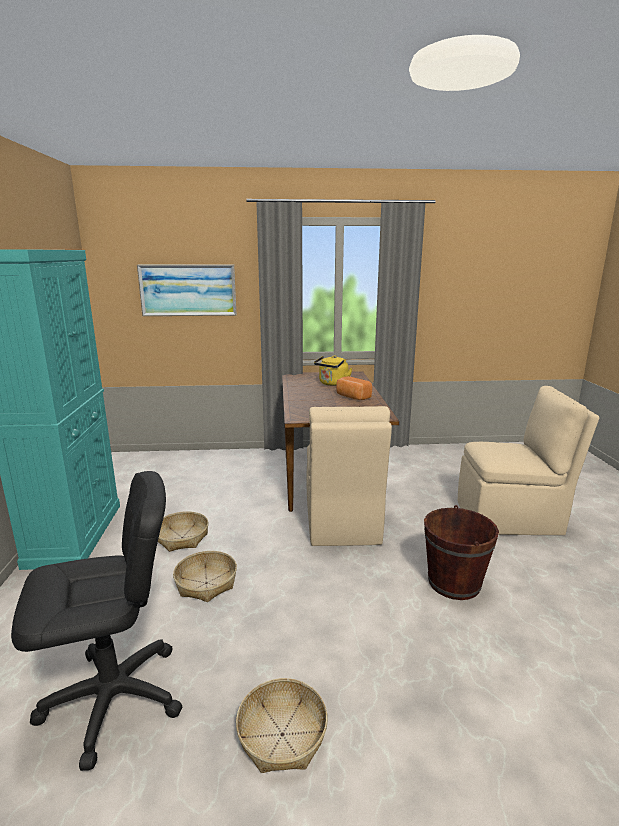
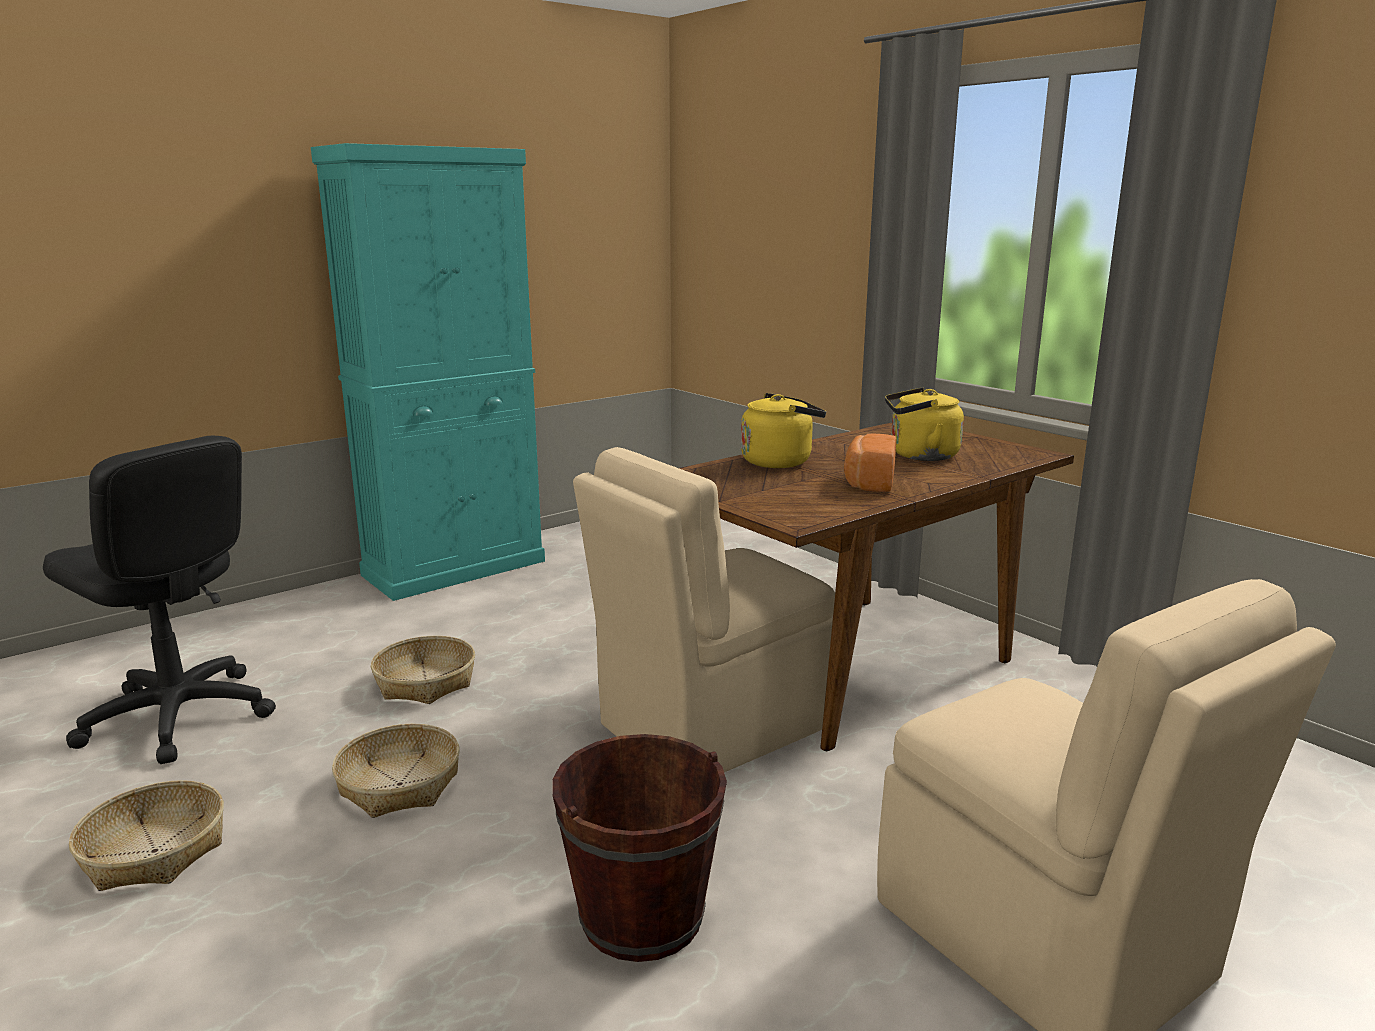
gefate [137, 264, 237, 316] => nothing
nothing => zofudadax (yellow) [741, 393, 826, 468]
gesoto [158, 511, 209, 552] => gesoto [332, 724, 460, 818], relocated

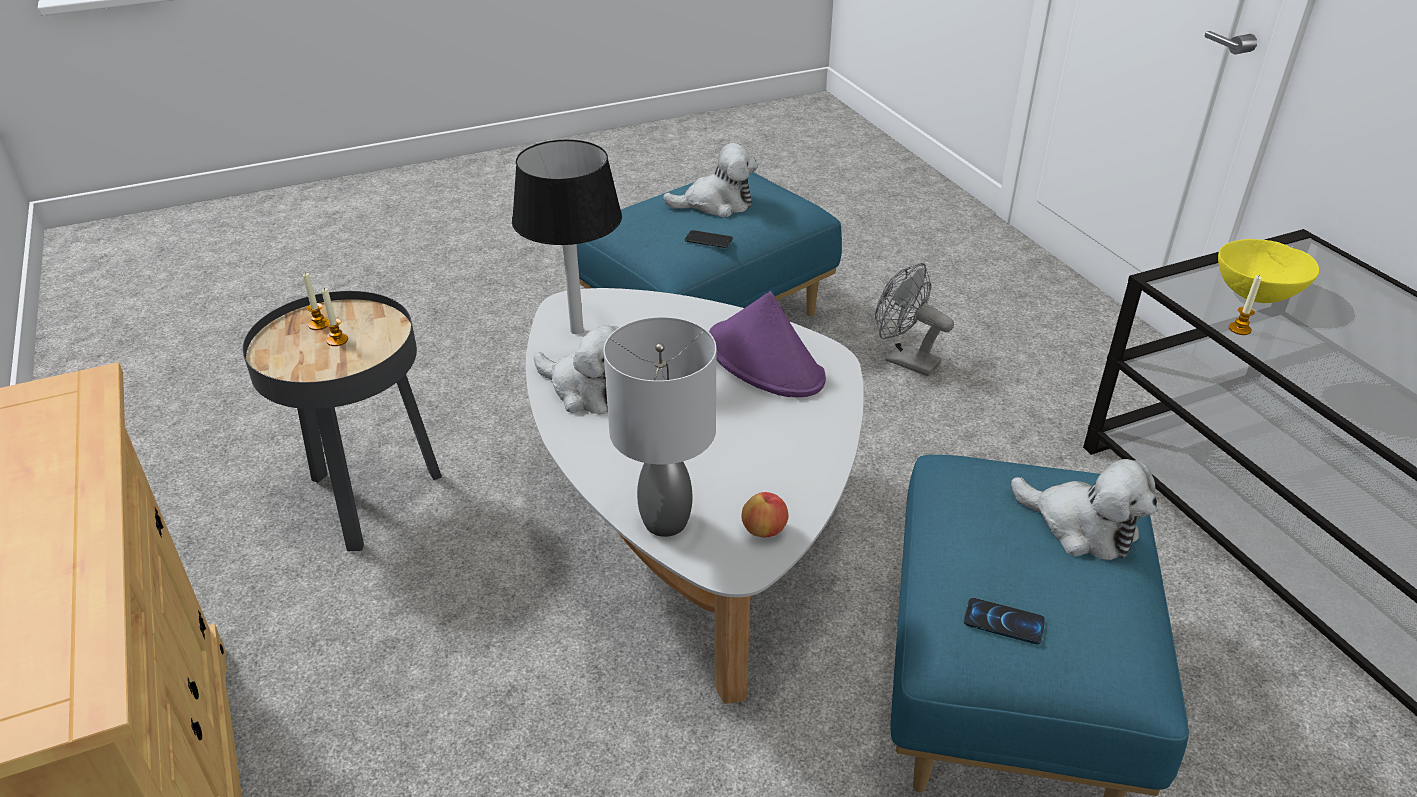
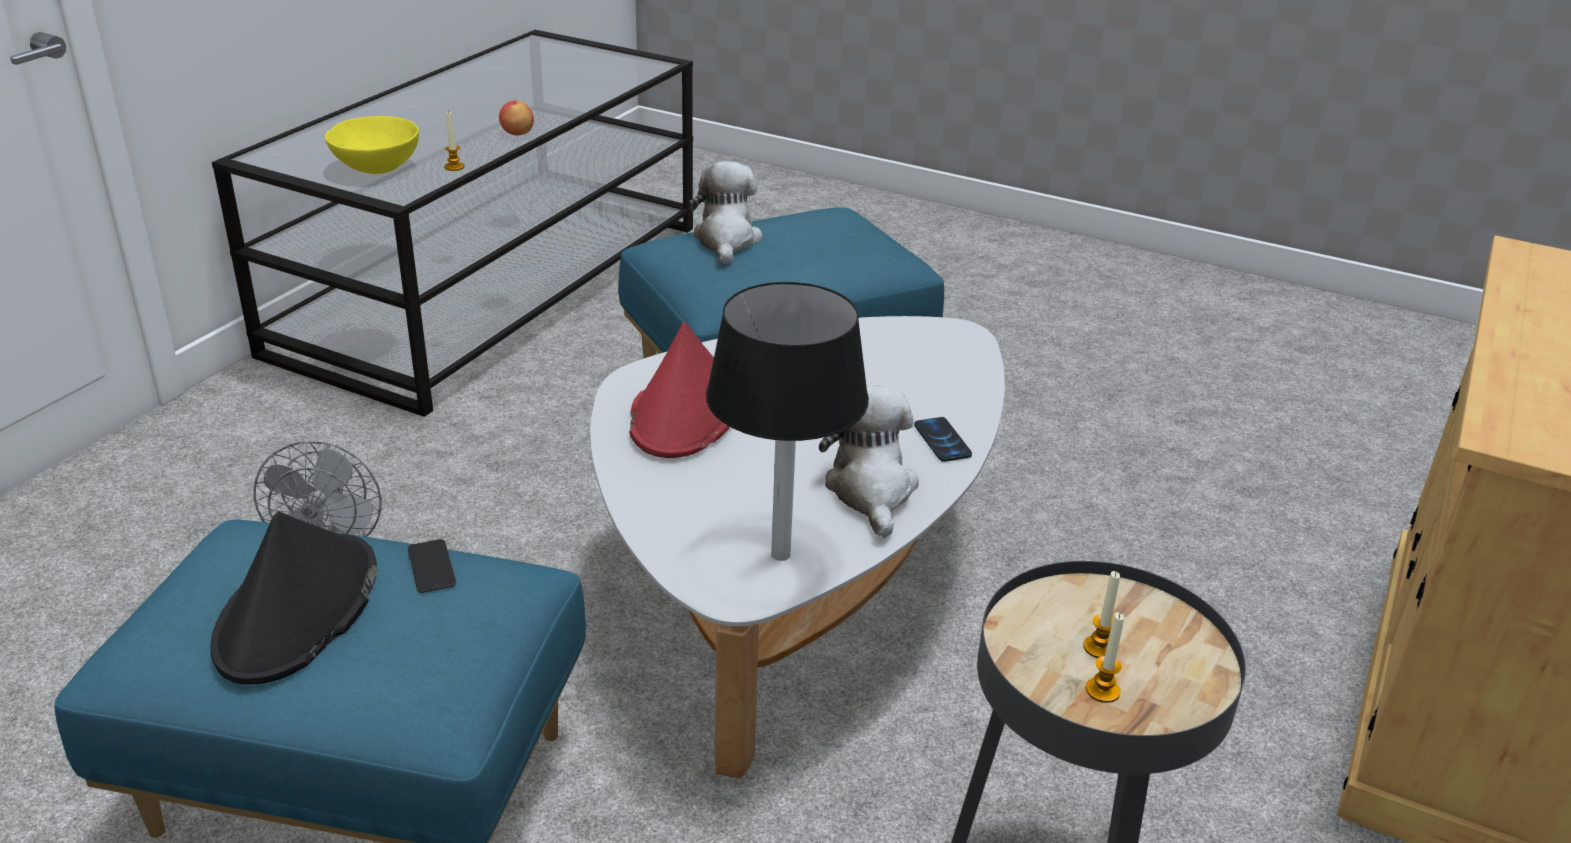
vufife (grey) [604, 317, 716, 537] => nothing
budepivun [741, 492, 789, 537] => budepivun [499, 99, 534, 136], relocated
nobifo [964, 598, 1045, 645] => nobifo [914, 417, 972, 462], relocated
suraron [663, 143, 758, 218] => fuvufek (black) [210, 511, 377, 685]
fuvufek (purple) [709, 291, 826, 397] => fuvufek (red) [629, 322, 730, 458]

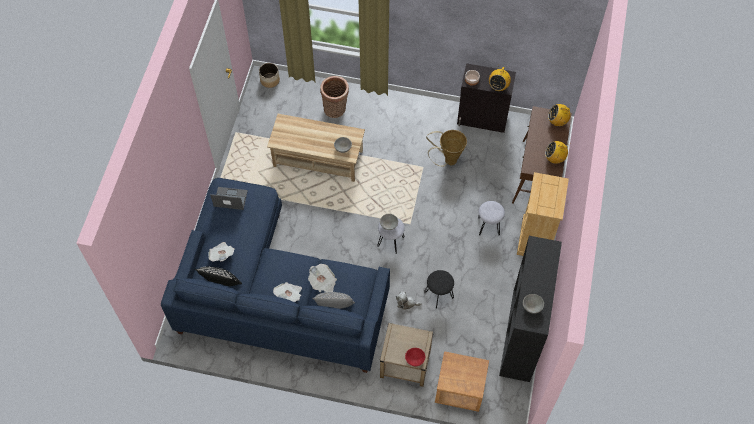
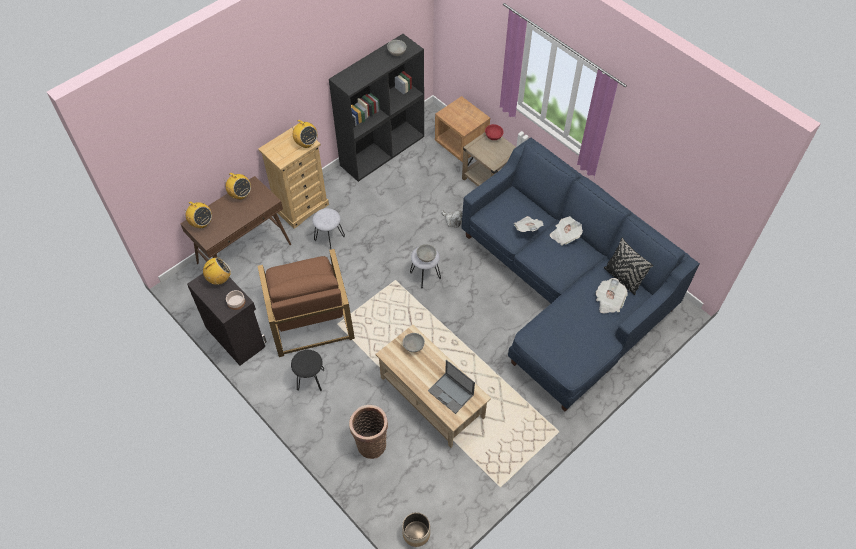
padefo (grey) [312, 292, 355, 309] => nothing
nothing => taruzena [290, 120, 318, 148]
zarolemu [210, 187, 248, 210] => zarolemu [428, 360, 475, 414], relocated
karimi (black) [424, 270, 454, 309] => karimi (black) [291, 350, 324, 392], relocated
gesoto [426, 130, 467, 167] => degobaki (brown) [258, 249, 355, 357]

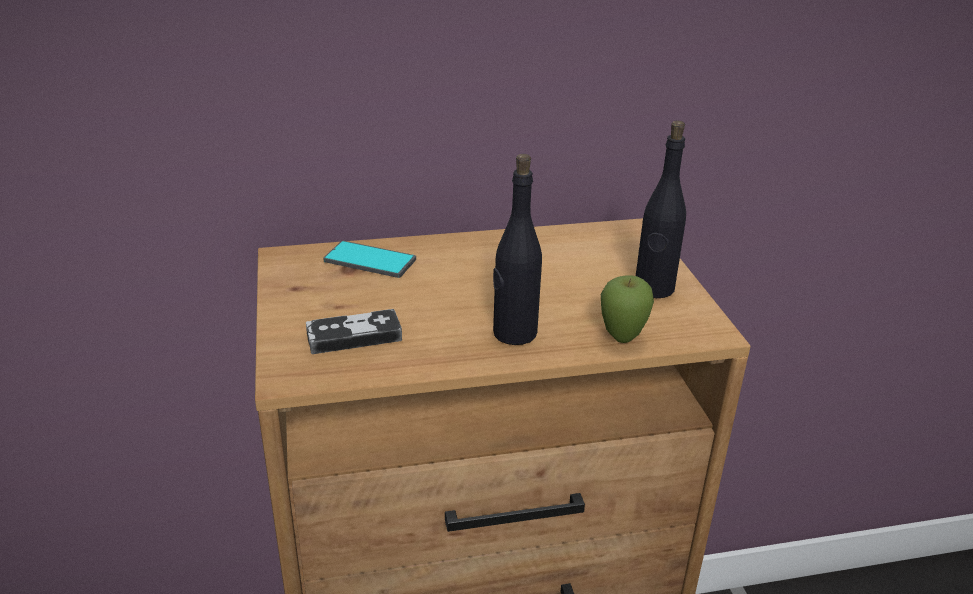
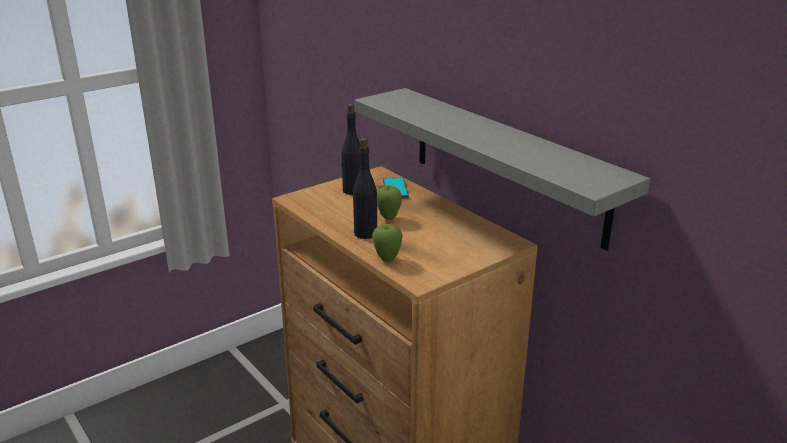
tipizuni [306, 309, 402, 354] => nothing
nothing => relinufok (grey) [355, 88, 650, 251]
nothing => budepivun [377, 186, 402, 220]
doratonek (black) [636, 121, 686, 298] => doratonek (black) [341, 104, 361, 195], relocated

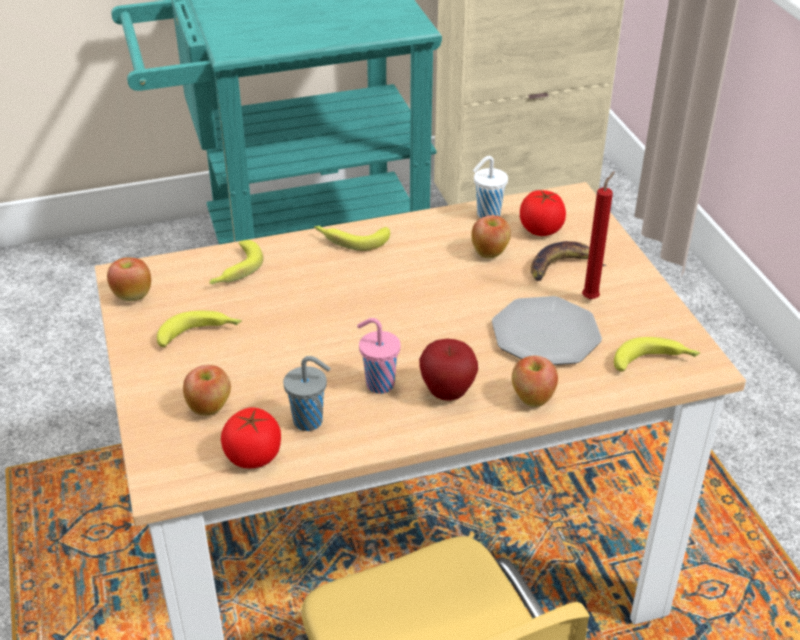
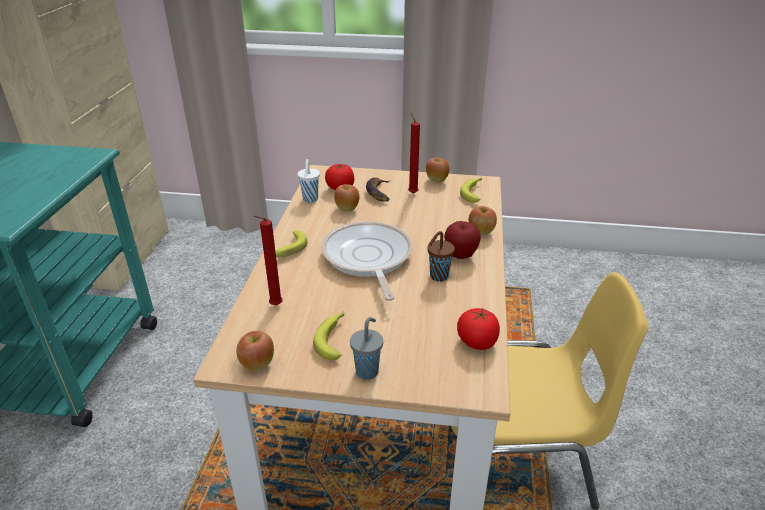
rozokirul [492, 296, 602, 365] => nothing
nothing => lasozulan [321, 221, 413, 301]
budepivun [183, 365, 231, 416] => budepivun [426, 158, 449, 183], relocated
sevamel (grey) [283, 356, 331, 431] => sevamel (grey) [350, 317, 383, 380], relocated
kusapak [209, 240, 263, 285] => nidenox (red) [253, 215, 283, 305]
sevamel (pink) [357, 318, 401, 394] => sevamel (brown) [428, 231, 455, 282]

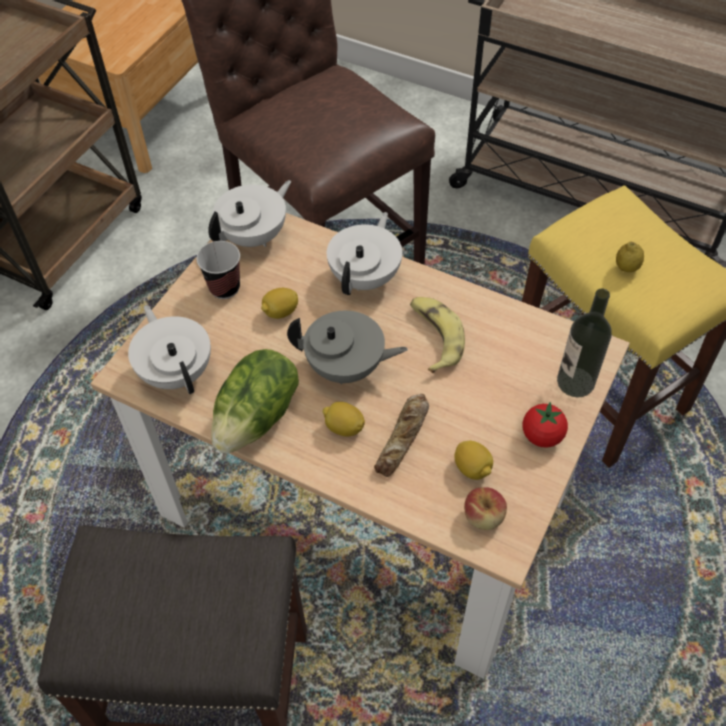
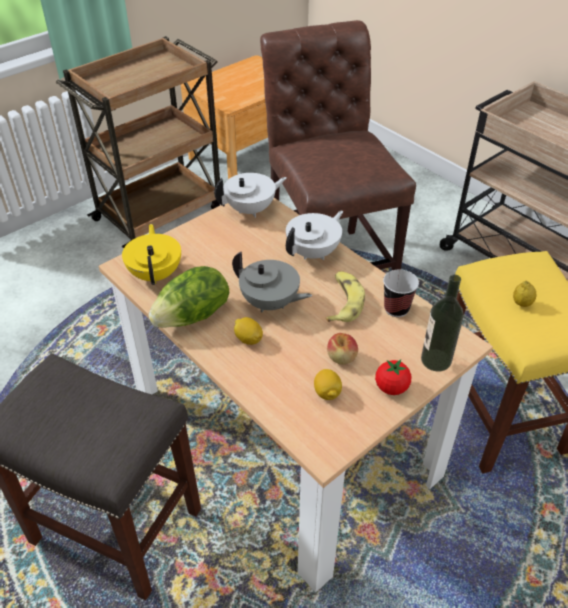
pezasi [261, 288, 298, 319] => nothing
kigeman [374, 394, 429, 477] => nothing
sevamel [196, 241, 240, 299] => sevamel [383, 269, 419, 317], relocated
budepivun [464, 487, 507, 530] => budepivun [327, 333, 358, 364], relocated
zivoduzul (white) [128, 305, 211, 394] => zivoduzul (yellow) [122, 224, 181, 285]

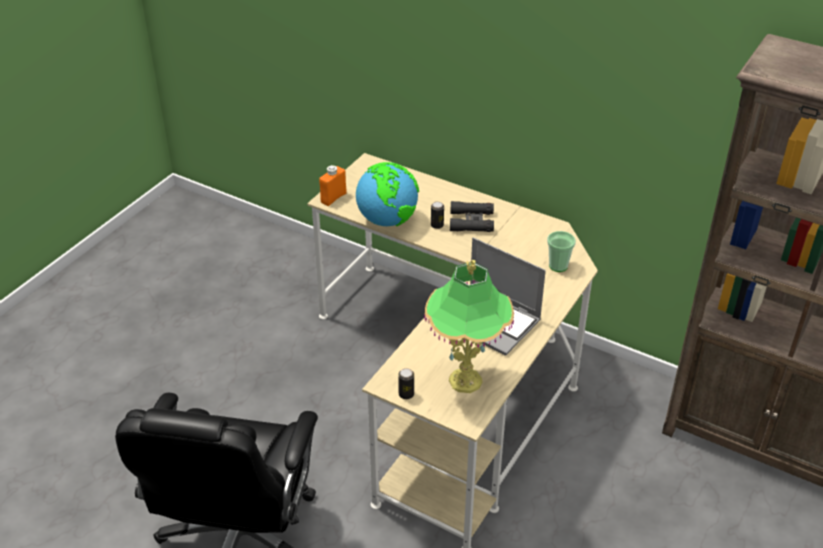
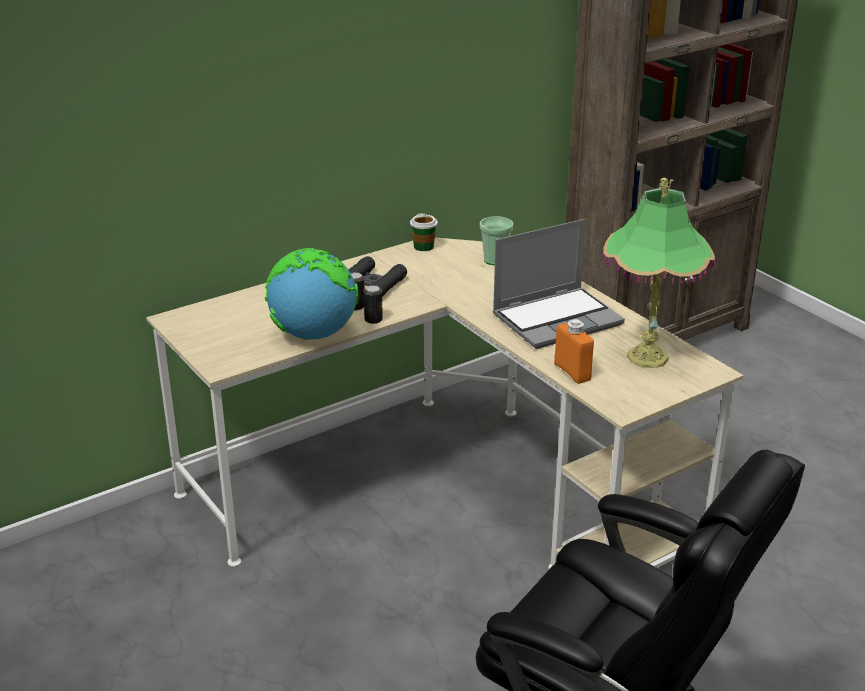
nothing => sevamel [410, 213, 438, 251]
doratonek (orange) [319, 165, 347, 206] => doratonek (orange) [554, 319, 594, 384], relocated
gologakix [398, 368, 414, 399] => gologakix [364, 285, 383, 324], relocated

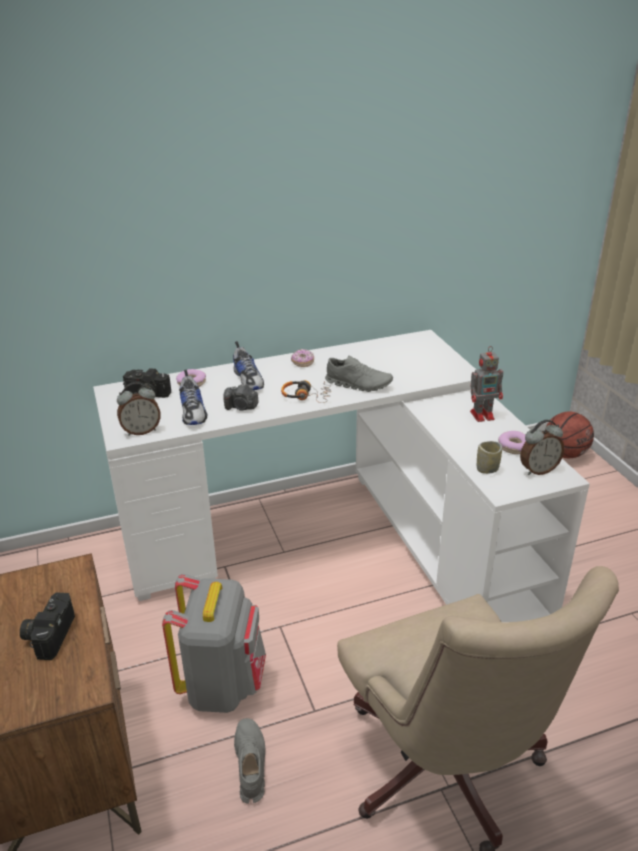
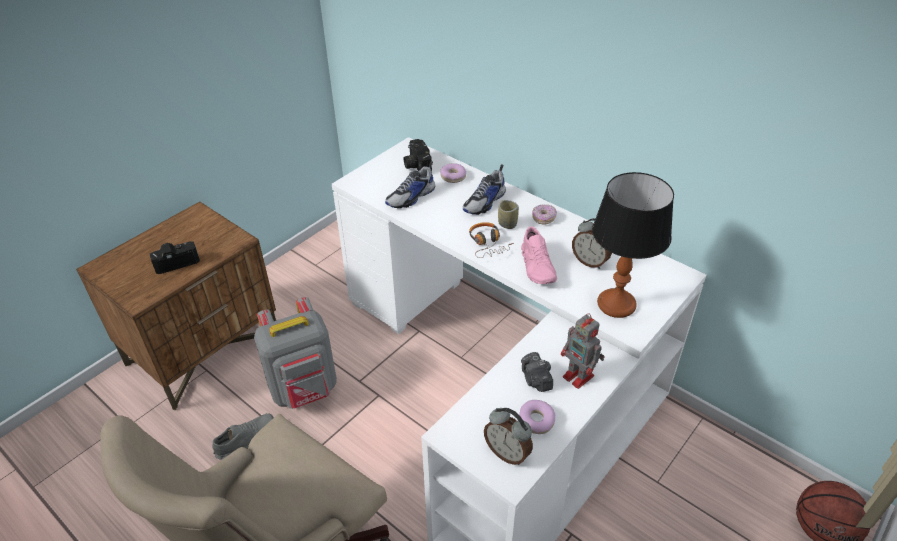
nothing => vufife [592, 172, 674, 318]
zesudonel [117, 382, 161, 436] => zesudonel [572, 218, 612, 269], relocated
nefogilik [223, 383, 259, 411] => nefogilik [521, 352, 553, 392], relocated
sevamel [477, 441, 502, 474] => sevamel [498, 200, 519, 229], relocated
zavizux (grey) [325, 355, 393, 392] => zavizux (pink) [521, 226, 557, 284]

